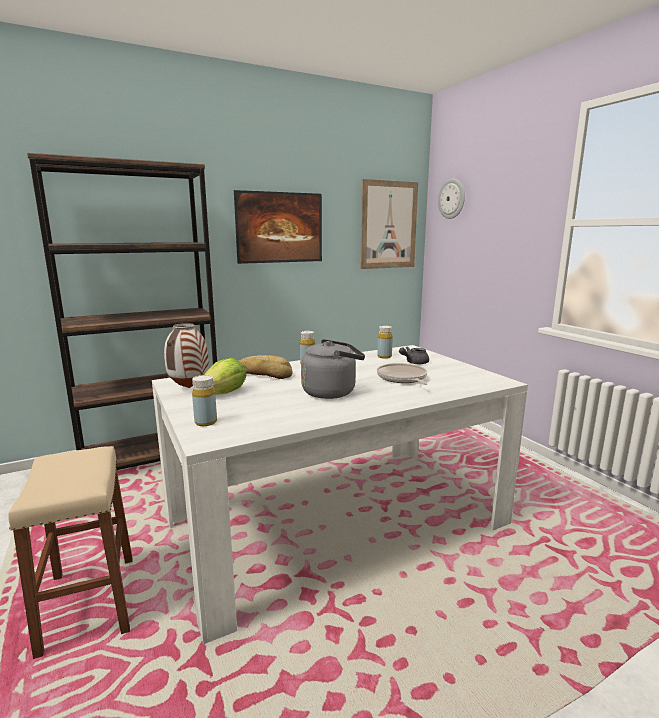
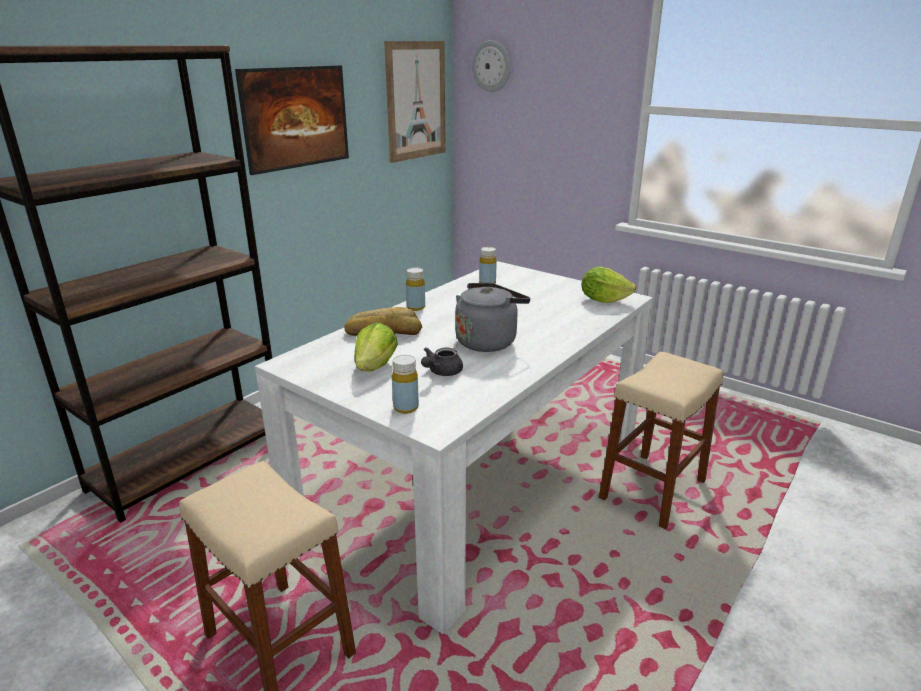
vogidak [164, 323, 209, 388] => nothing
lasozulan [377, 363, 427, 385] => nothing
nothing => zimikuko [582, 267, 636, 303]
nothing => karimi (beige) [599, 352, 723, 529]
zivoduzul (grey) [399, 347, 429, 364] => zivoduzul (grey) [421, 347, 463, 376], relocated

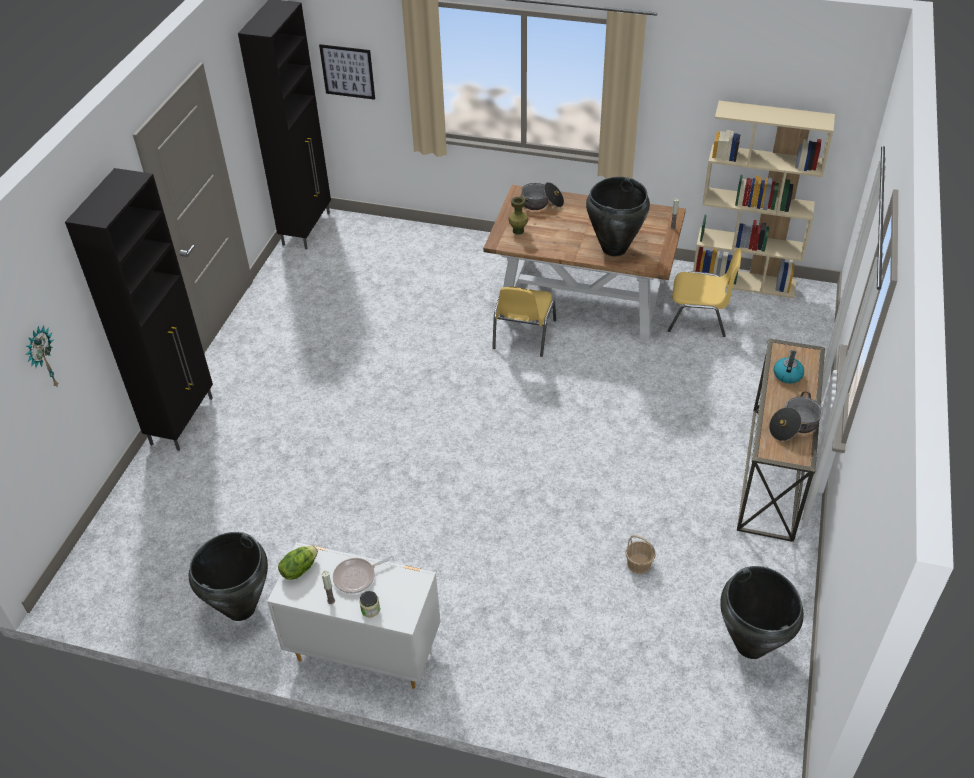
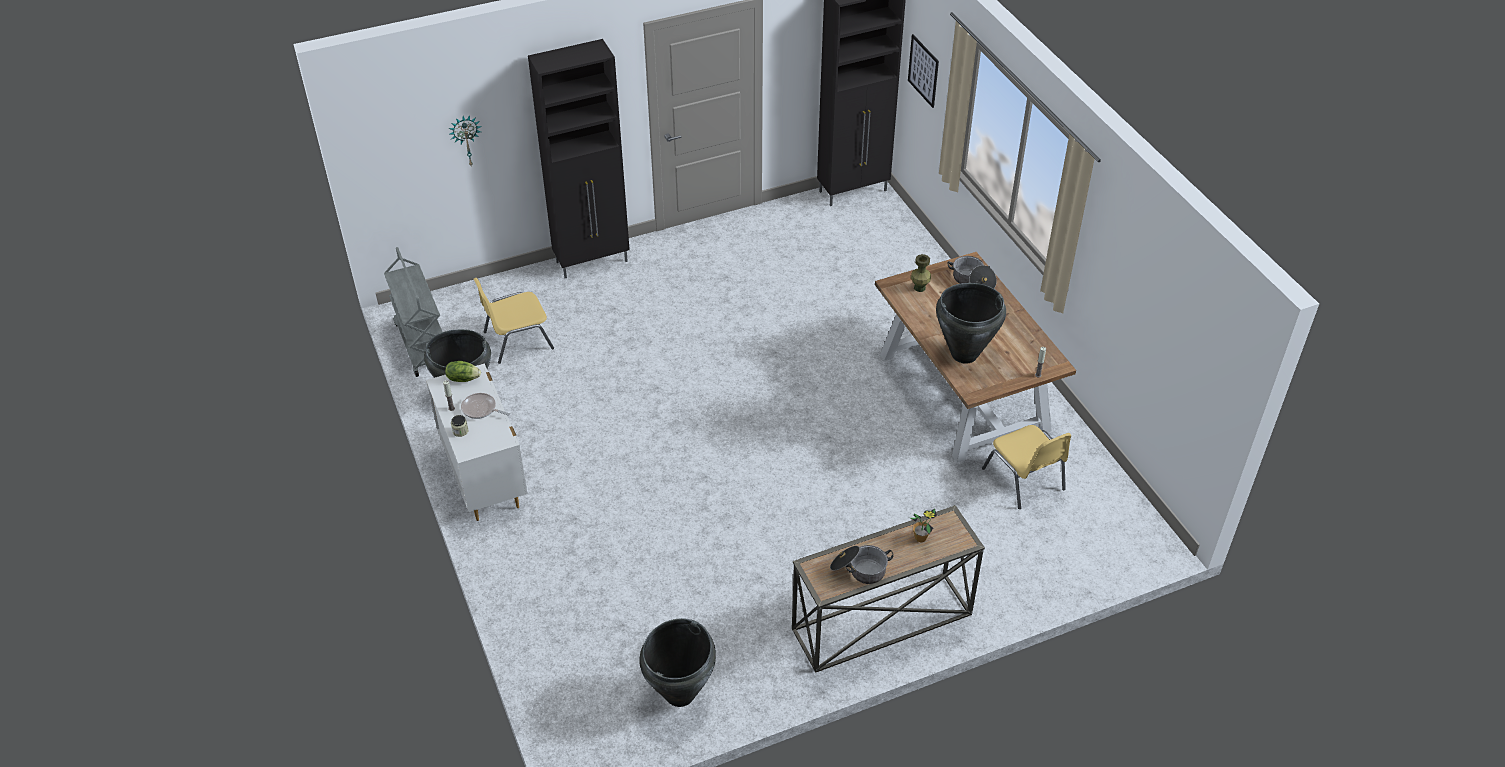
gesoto [625, 535, 656, 574] => nothing
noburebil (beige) [693, 101, 835, 298] => nothing
nothing => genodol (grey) [384, 247, 442, 377]
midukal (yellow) [492, 287, 556, 357] => midukal (yellow) [474, 278, 554, 364], relocated
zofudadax [774, 350, 804, 384] => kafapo [910, 509, 937, 543]

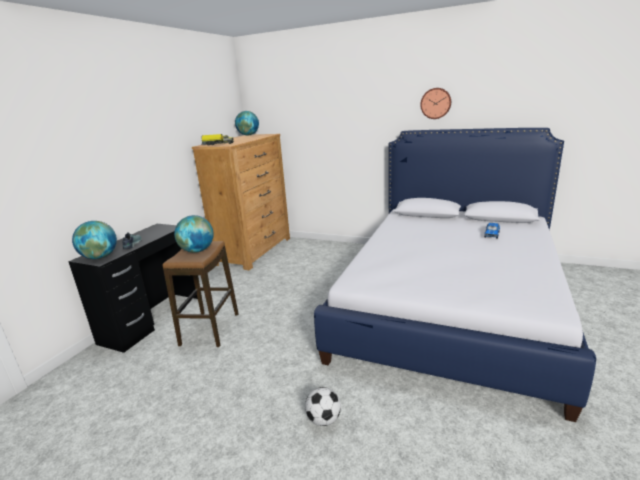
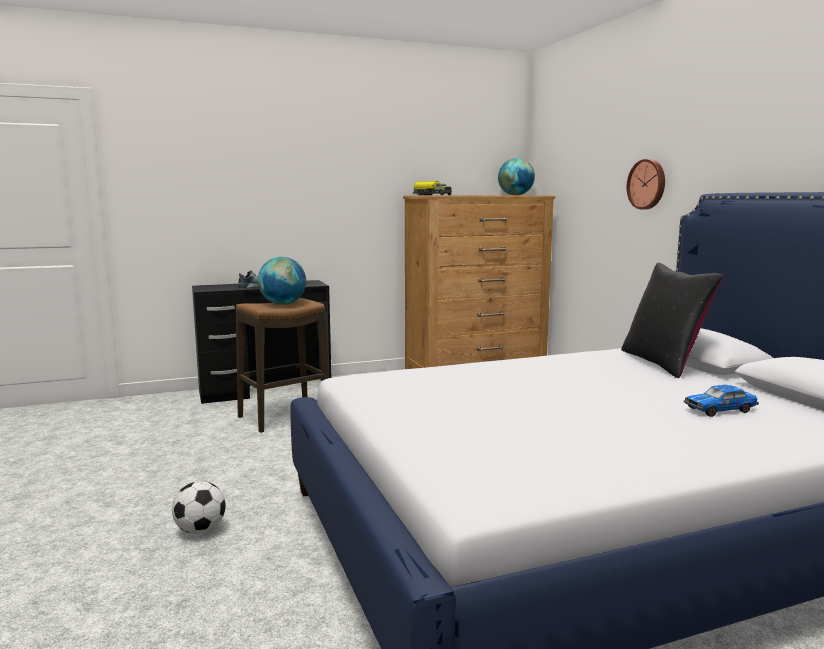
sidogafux [72, 221, 117, 259] => nothing
nothing => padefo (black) [621, 263, 723, 378]
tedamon [420, 88, 451, 119] => tedamon [627, 159, 665, 209], relocated

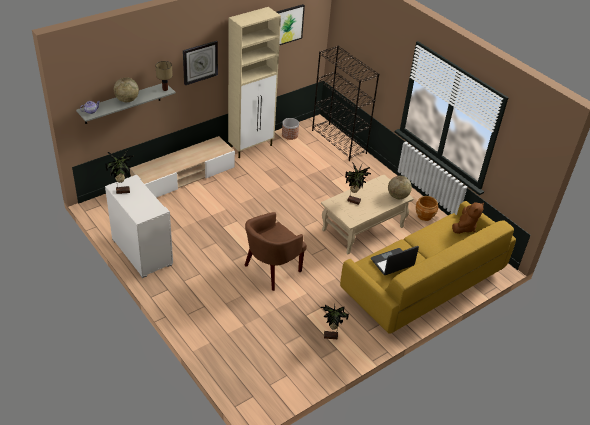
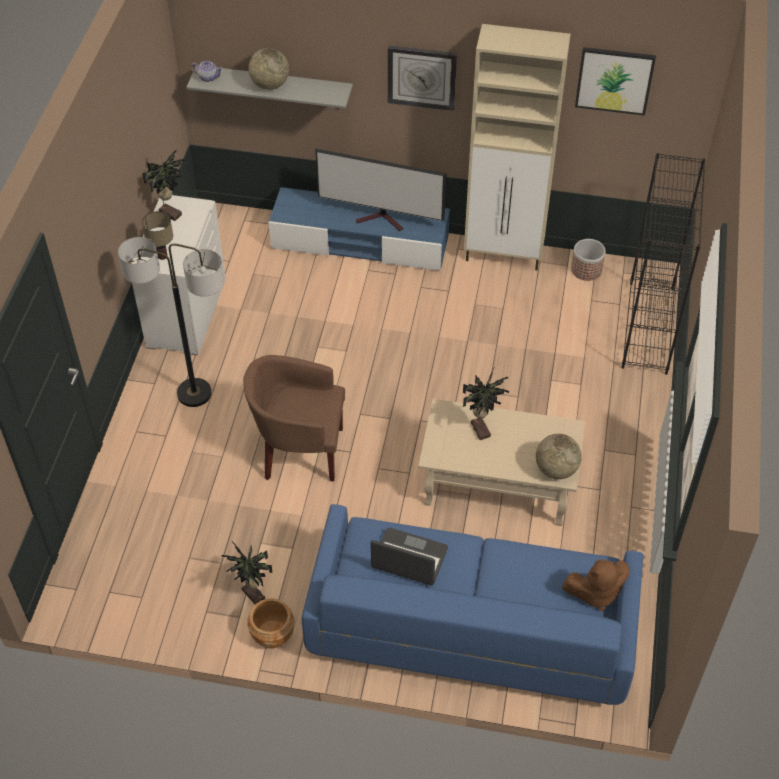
nothing => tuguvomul [118, 237, 224, 407]
nothing => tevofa [315, 149, 446, 231]
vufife [156, 61, 173, 91] => vufife [142, 211, 173, 260], relocated
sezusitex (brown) [416, 196, 438, 221] => sezusitex (brown) [247, 598, 295, 649], relocated
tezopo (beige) [130, 136, 235, 198] => tezopo (blue) [269, 187, 450, 271]
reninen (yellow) [340, 201, 516, 334] => reninen (blue) [302, 504, 643, 705]

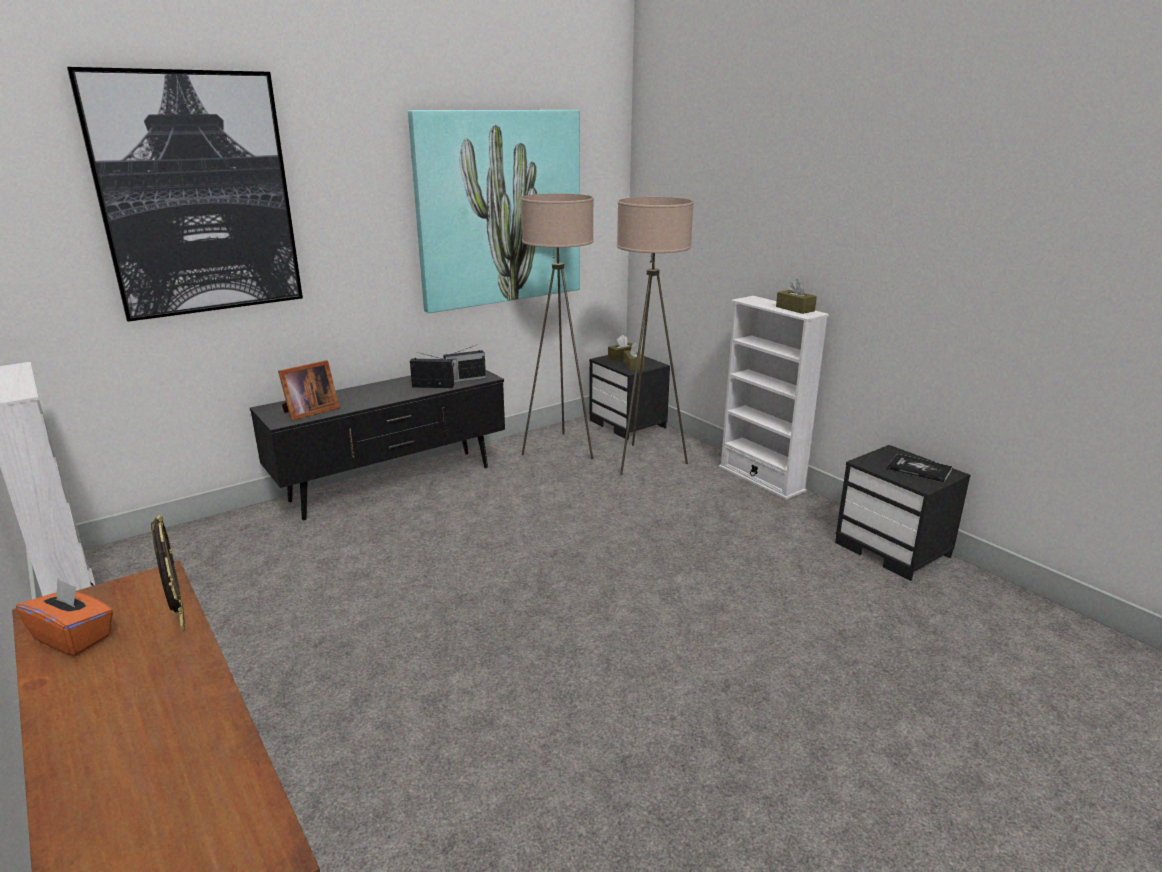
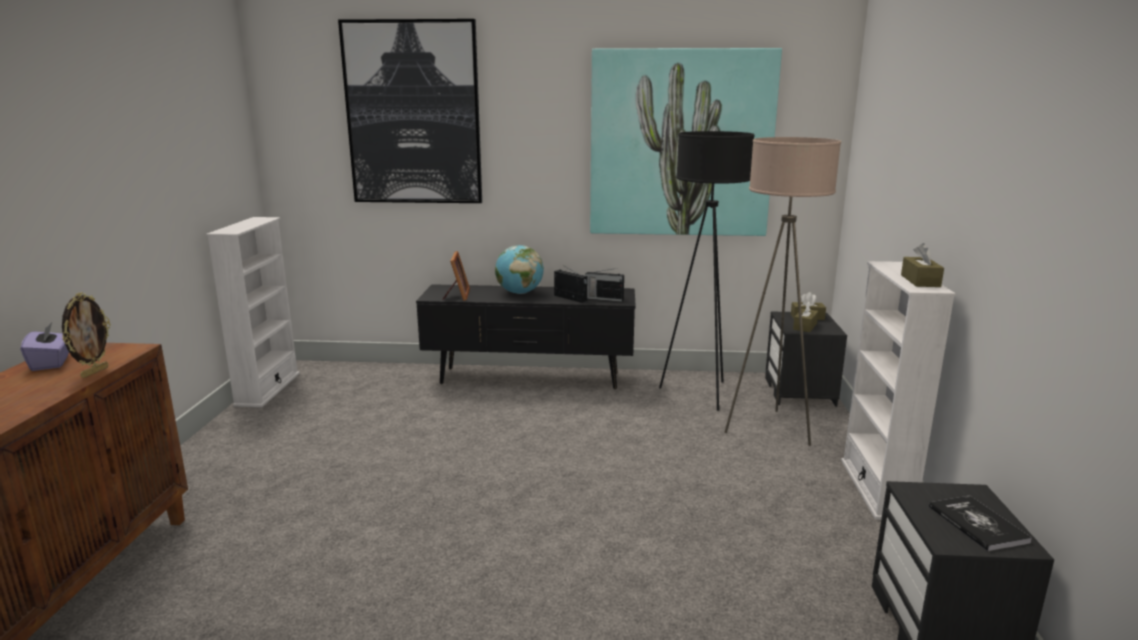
nothing => sidogafux [495, 245, 544, 294]
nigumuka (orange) [16, 578, 114, 656] => nigumuka (purple) [21, 321, 69, 371]
tuguvomul (beige) [521, 194, 594, 459] => tuguvomul (black) [659, 131, 755, 411]
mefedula [278, 360, 340, 421] => mefedula [442, 251, 470, 301], 90 degrees counterclockwise

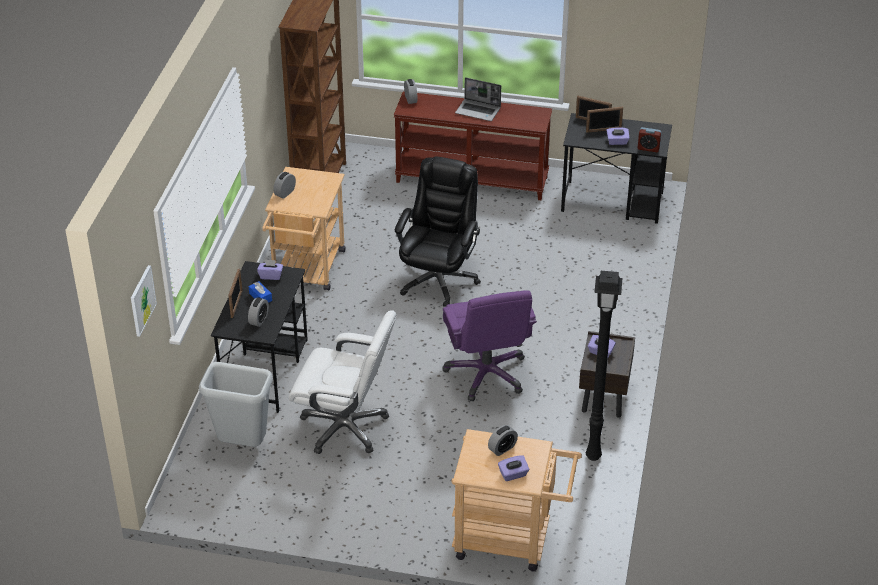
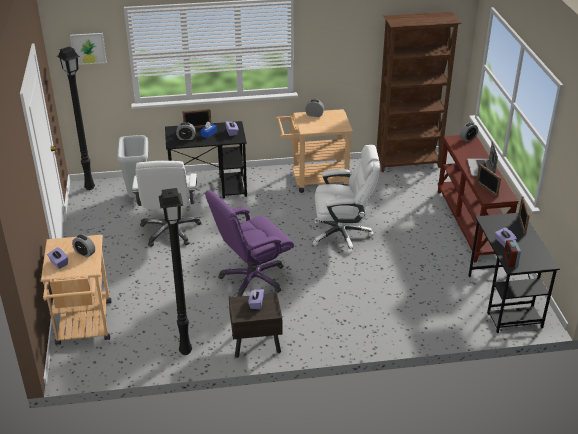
nothing => tuguvomul (black) [57, 46, 95, 190]
mefedula [586, 107, 623, 133] => mefedula [476, 163, 501, 197], relocated
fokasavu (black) [395, 157, 481, 307] => fokasavu (white) [313, 145, 380, 254]

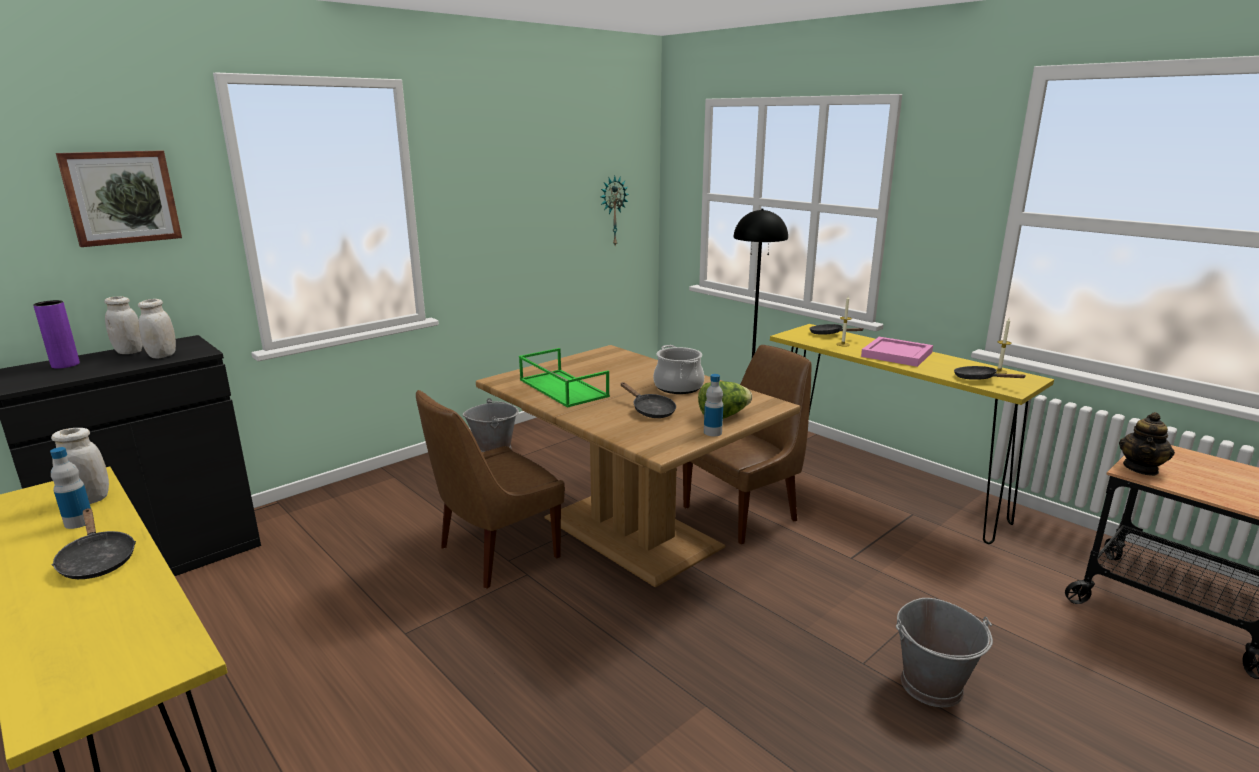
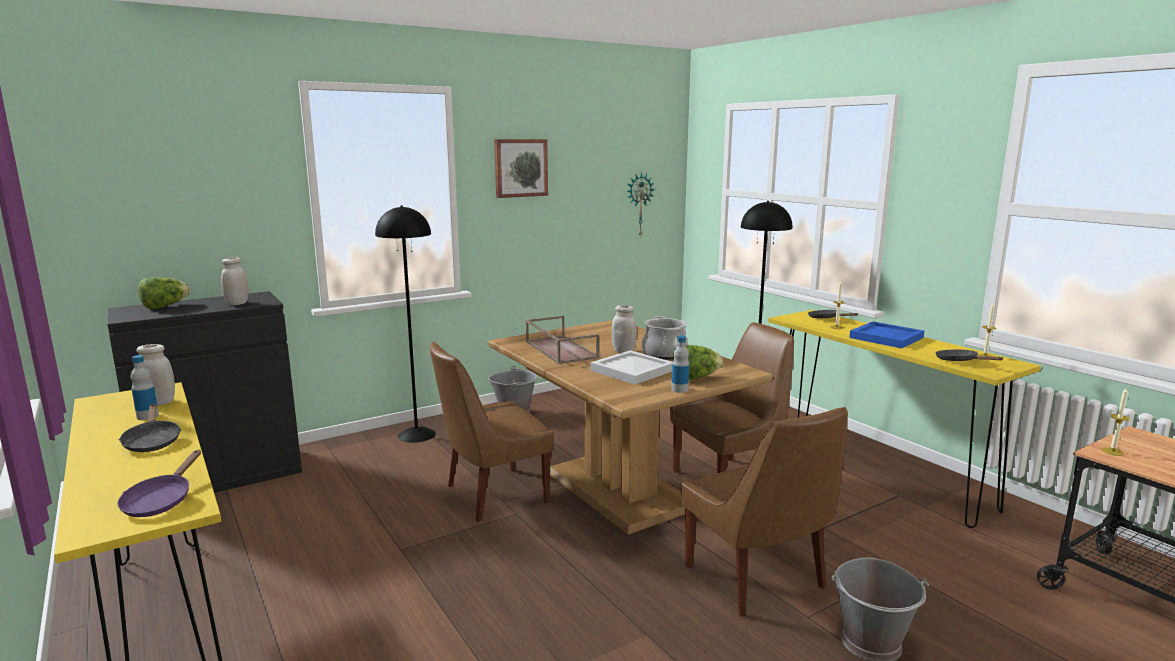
nothing => lasozulan (purple) [117, 450, 201, 517]
nothing => tuguvomul (black) [375, 205, 436, 443]
nothing => midukal (brown) [681, 407, 848, 617]
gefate [56, 150, 182, 247] => gefate [494, 139, 548, 198], relocated
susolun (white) [104, 296, 143, 354] => susolun (white) [612, 305, 637, 353], relocated
vogidak (purple) [33, 300, 80, 369] => zimikuko [138, 277, 190, 309]
lasozulan (black) [621, 383, 676, 418] => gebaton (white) [590, 350, 672, 385]
zivoduzul [1119, 412, 1175, 476] => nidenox [1102, 388, 1130, 456]
gebaton (green) [519, 348, 610, 408] => gebaton (brown) [526, 316, 599, 364]
gebaton (pink) [861, 337, 933, 367] => gebaton (blue) [849, 321, 924, 348]

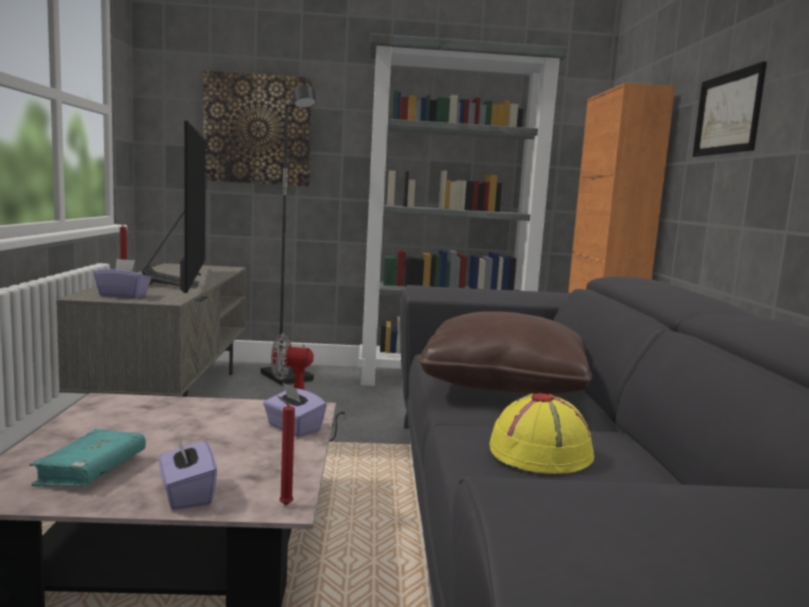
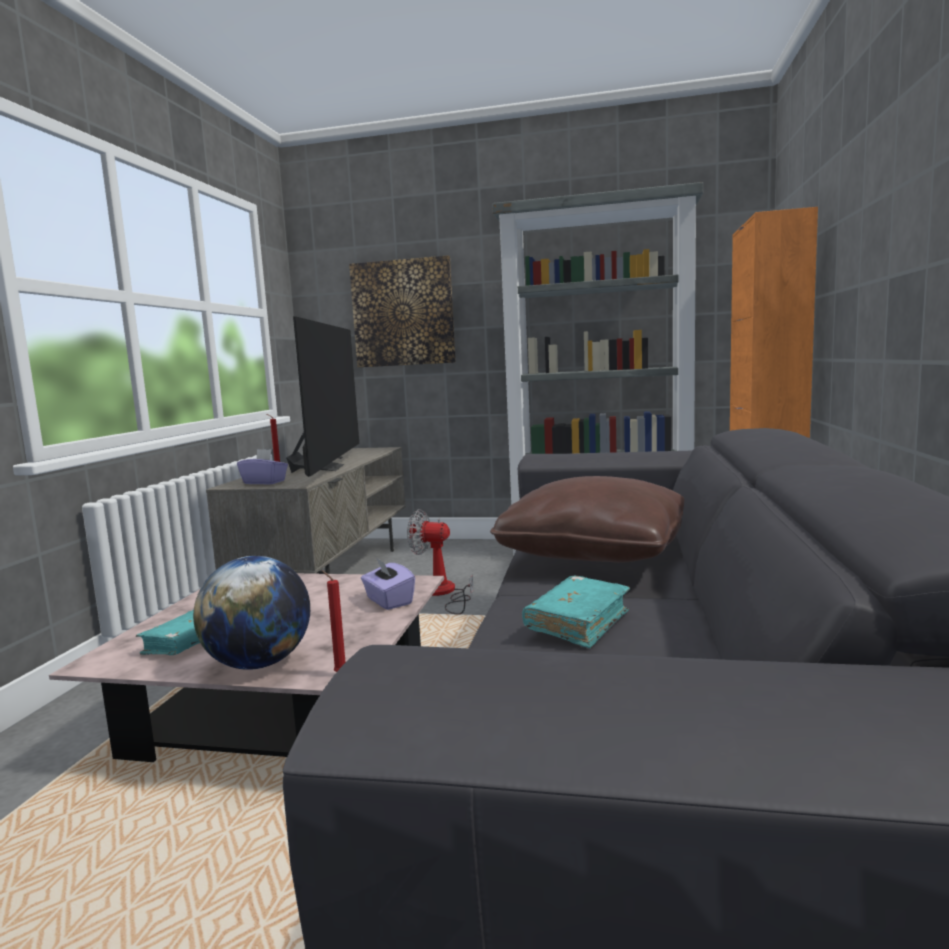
tuguvomul (black) [261, 86, 316, 386] => nothing
gefate [692, 61, 767, 157] => nothing
nigumuka (purple) [159, 434, 217, 510] => sidogafux [193, 556, 310, 670]
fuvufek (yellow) [489, 393, 594, 474] => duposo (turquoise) [522, 576, 630, 648]

